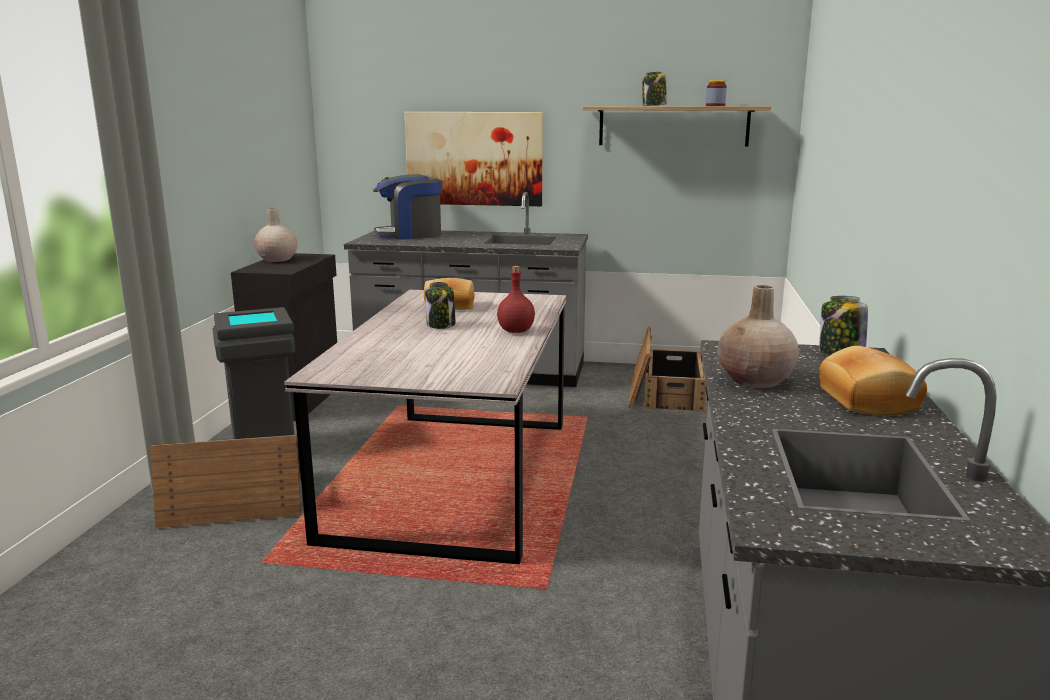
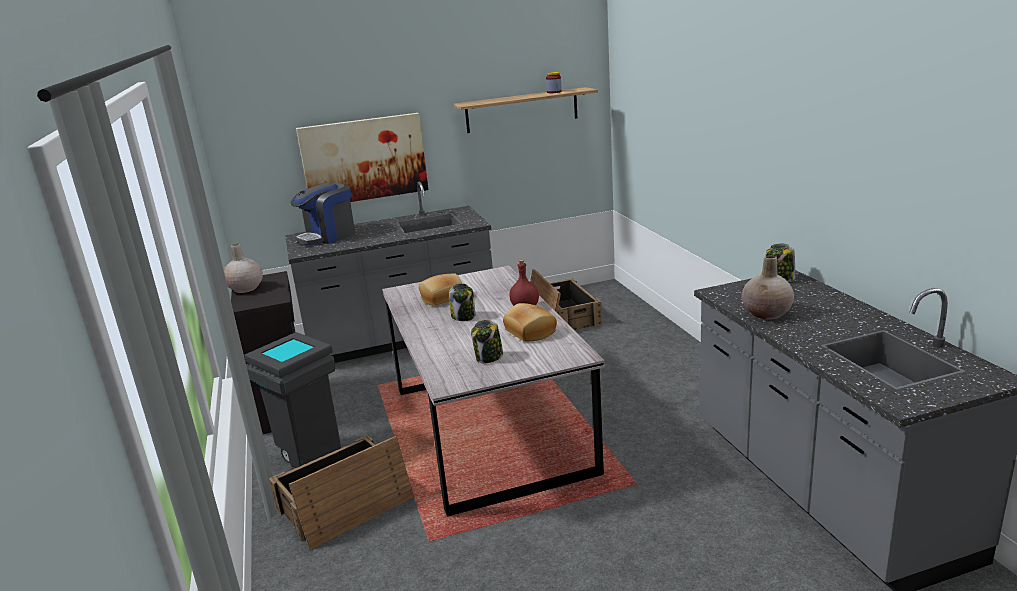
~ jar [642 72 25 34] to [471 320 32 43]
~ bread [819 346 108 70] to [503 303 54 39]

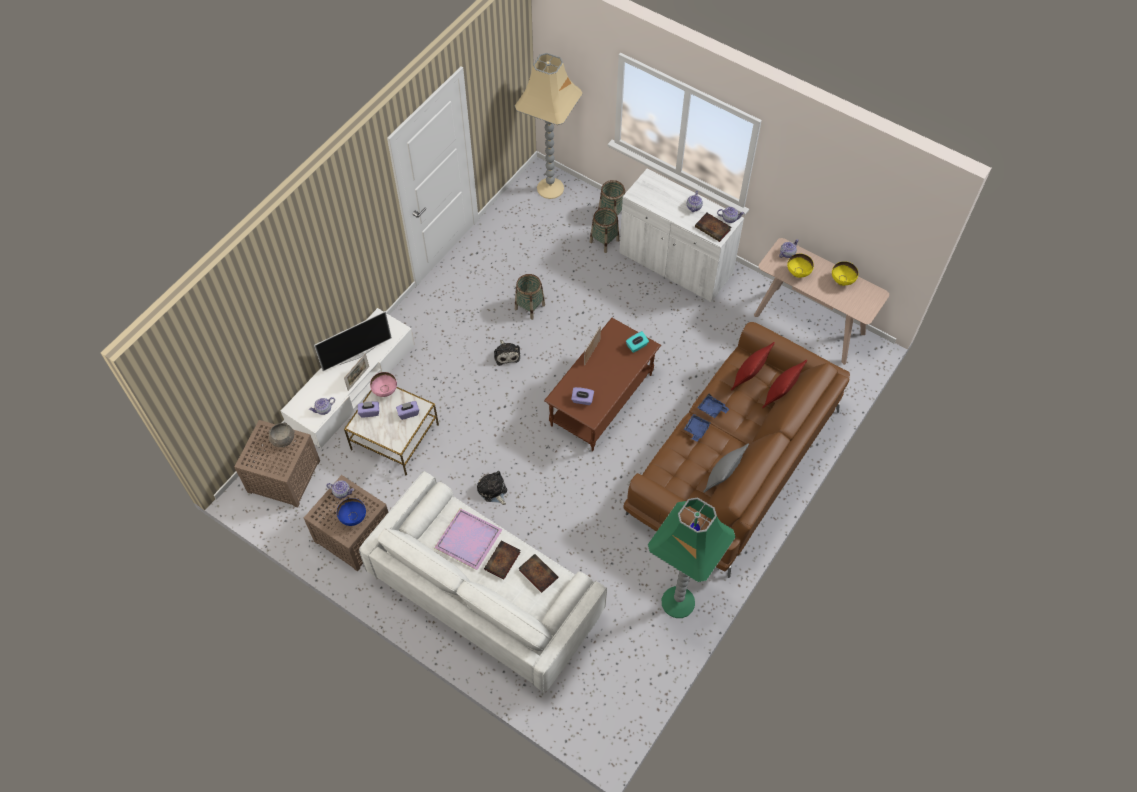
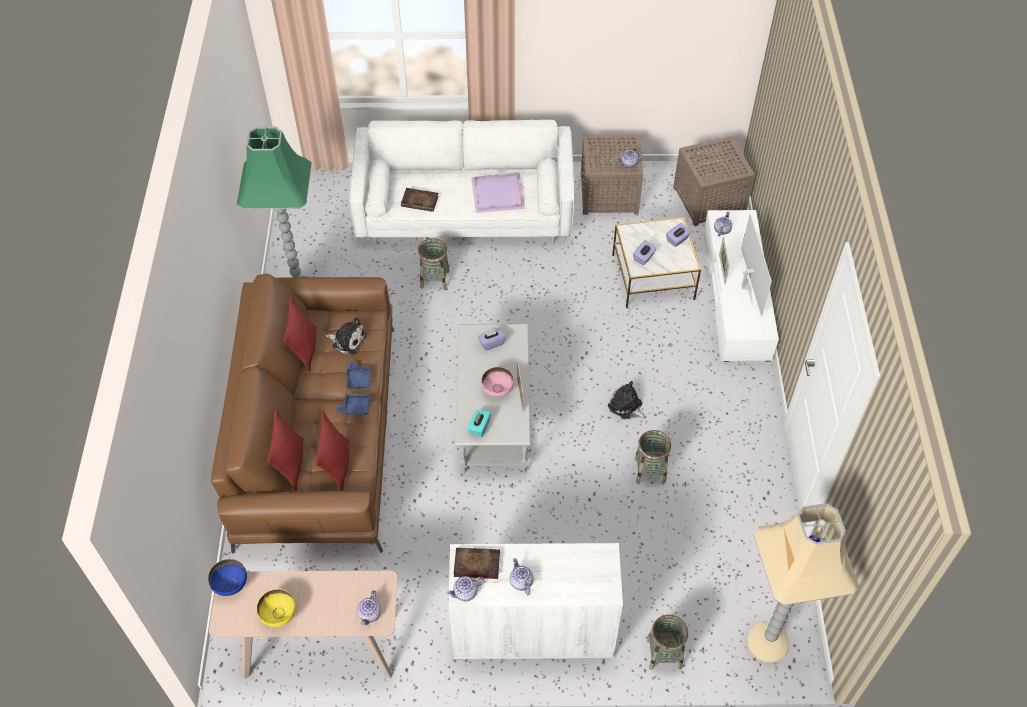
- grey bowl [269 423 26 24]
~ television [314 311 78 60] = [741 213 31 103] 150 degrees clockwise
~ blue bowl [337 498 29 28] to [208 559 39 37]
~ pink bowl [370 372 27 25] to [481 367 33 30]
~ plush toy [477 471 30 34] to [325 317 41 38]
- book [484 540 36 40]
~ brown coffee table [544 318 117 133] to grey coffee table [455 324 76 150]
~ basket [590 208 29 45] to [418 238 32 52]
~ grey pillow [703 443 46 50] to red pillow [283 296 34 76]
- yellow bowl [787 254 27 24]

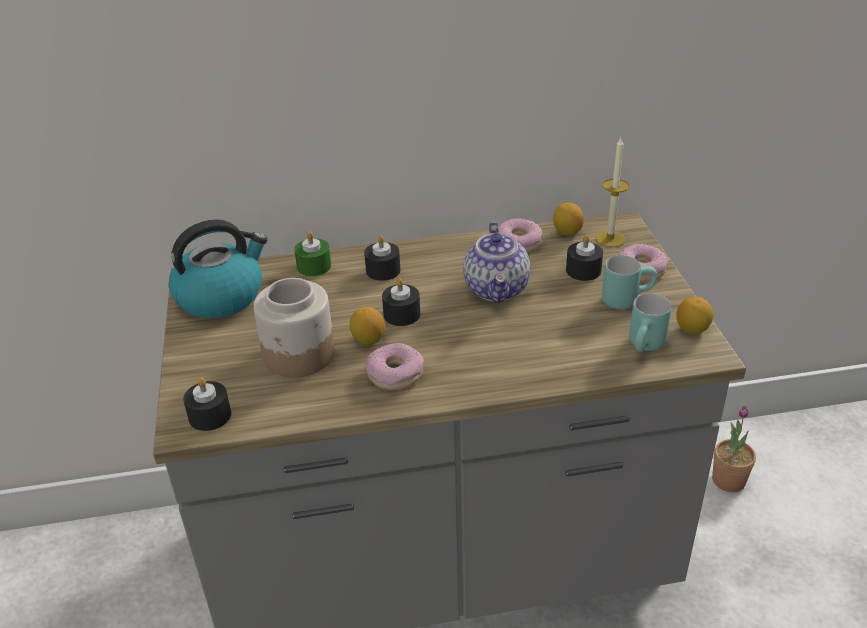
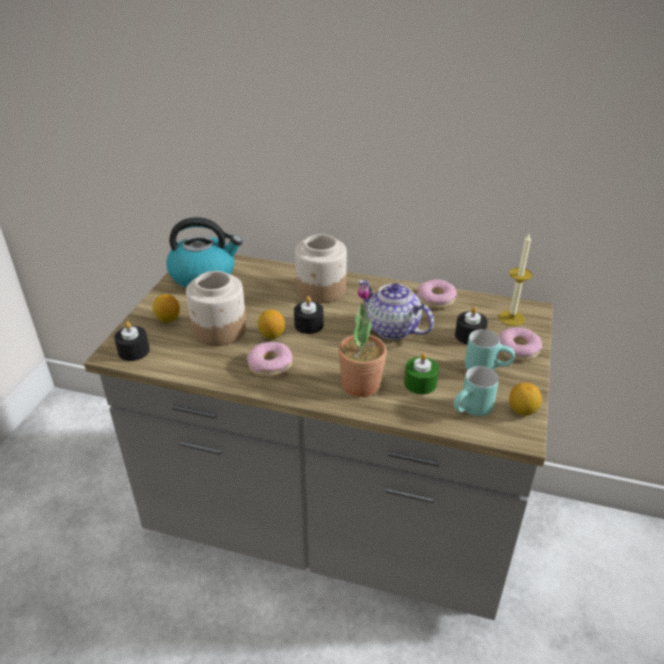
~ green candle [294 231 37 45] to [404 353 35 42]
~ black candle [364 235 36 46] to jar [295 234 52 69]
~ teapot [463 222 67 81] = [358 280 76 60] 105 degrees clockwise
~ lemon [553 203 31 33] to [153 294 27 29]
~ potted plant [712 406 44 86] to [338 284 49 113]

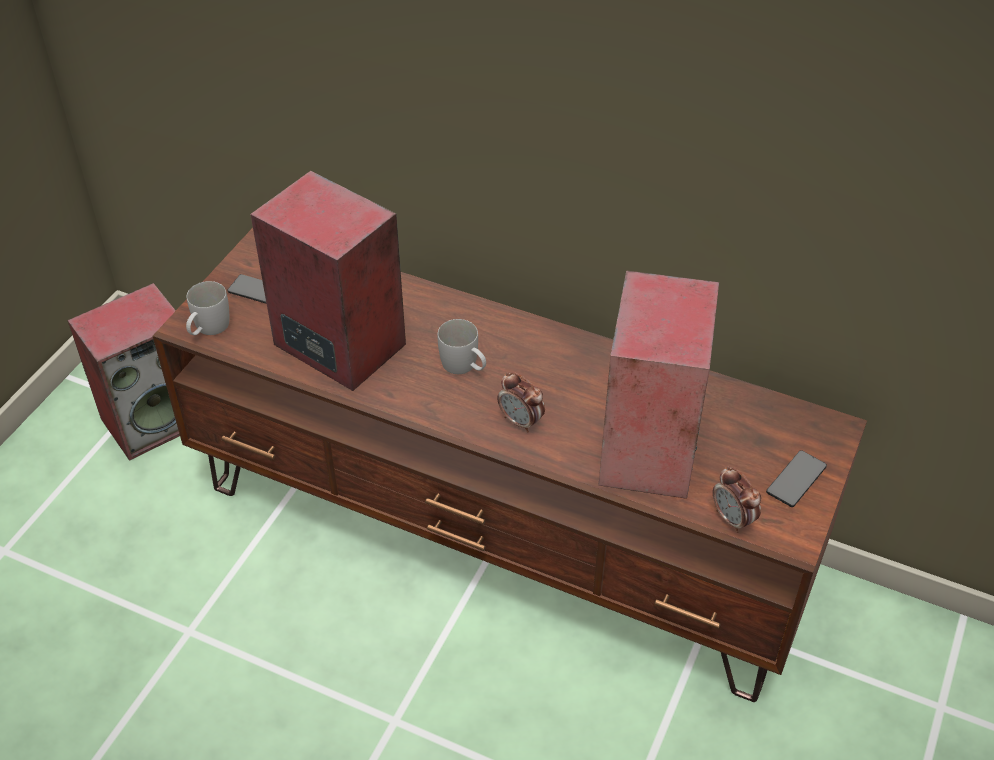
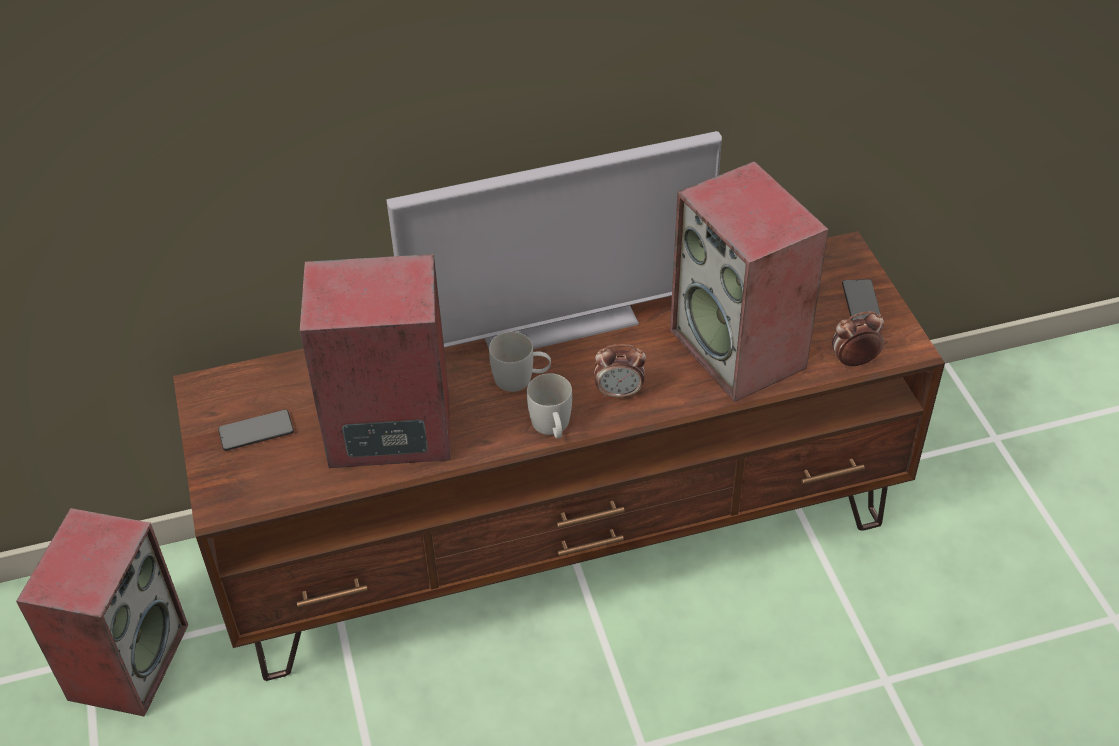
~ white mug [186 281 43 54] to [527 373 45 66]
~ alarm clock [713 466 48 67] = [832 311 52 57] 150 degrees clockwise
+ television [386 131 336 218]

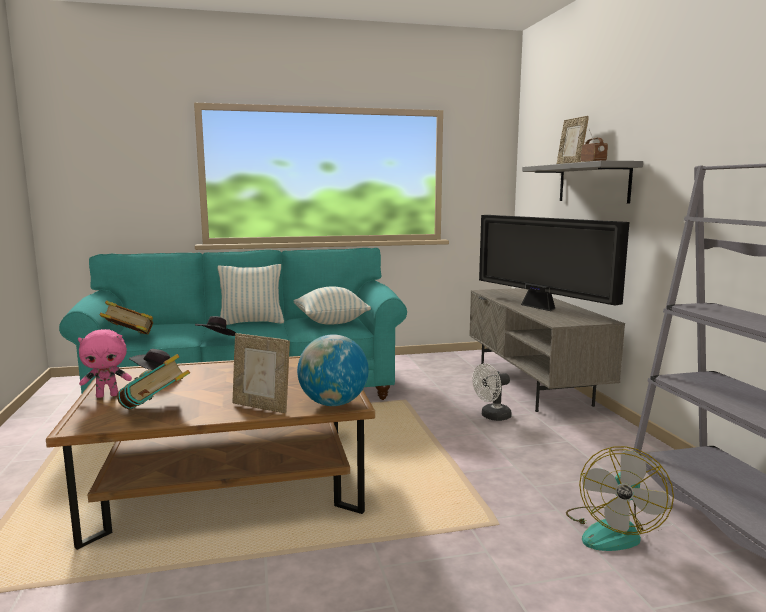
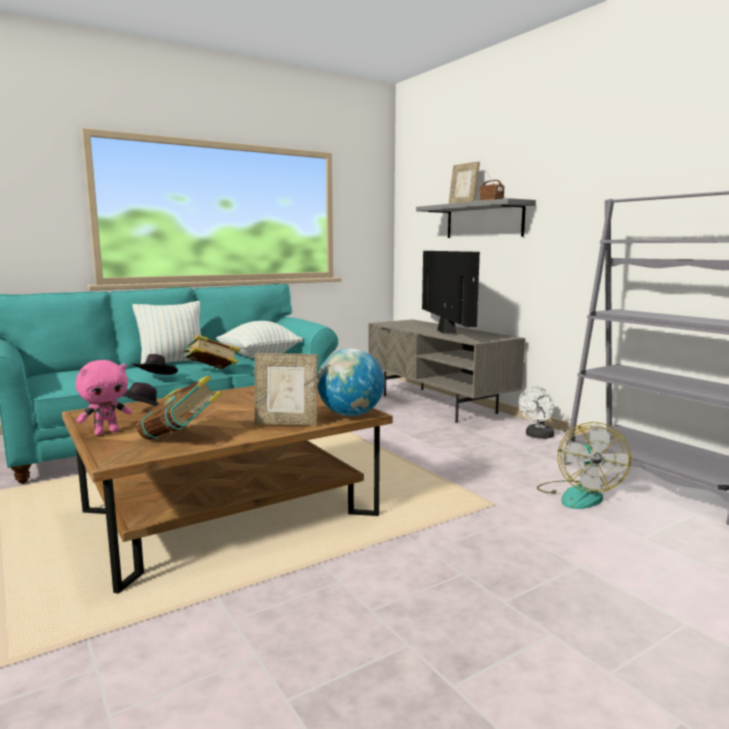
~ book [100 300 53 35] to [181 335 59 34]
~ white fan [472 363 40 58] to [519 386 35 53]
~ television [479 215 150 96] = [422 251 58 84] 135 degrees counterclockwise

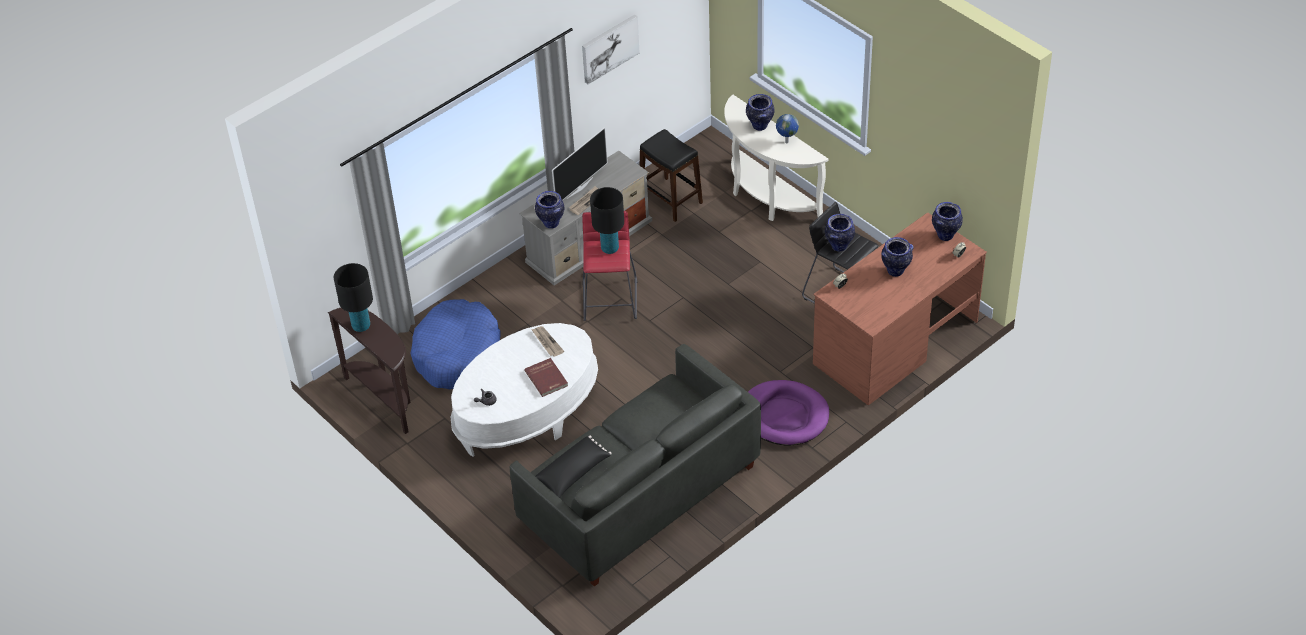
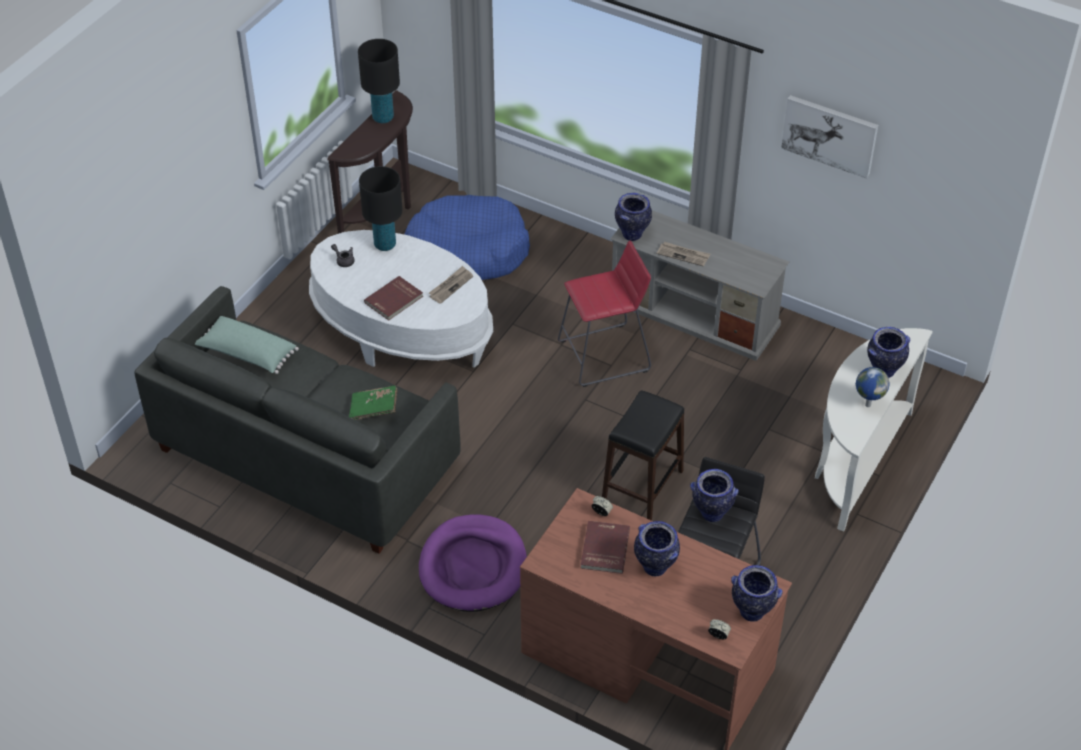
~ black pillow [535 436 77 62] to green pillow [195 316 104 58]
- television [552 127 56 73]
~ black table lamp [590 187 34 67] to [359 166 43 85]
~ black stool [640 129 63 93] to [602 390 82 130]
+ green book [349 385 48 35]
+ red book [580 521 50 53]

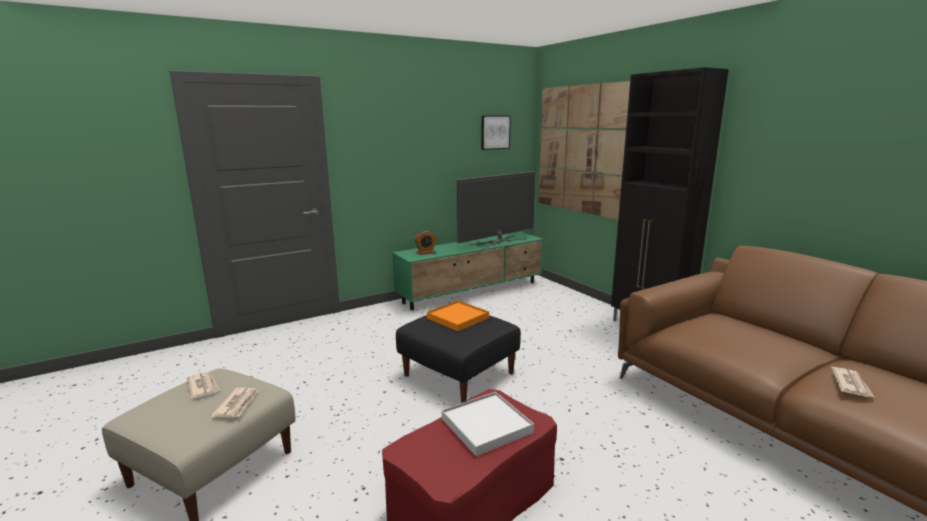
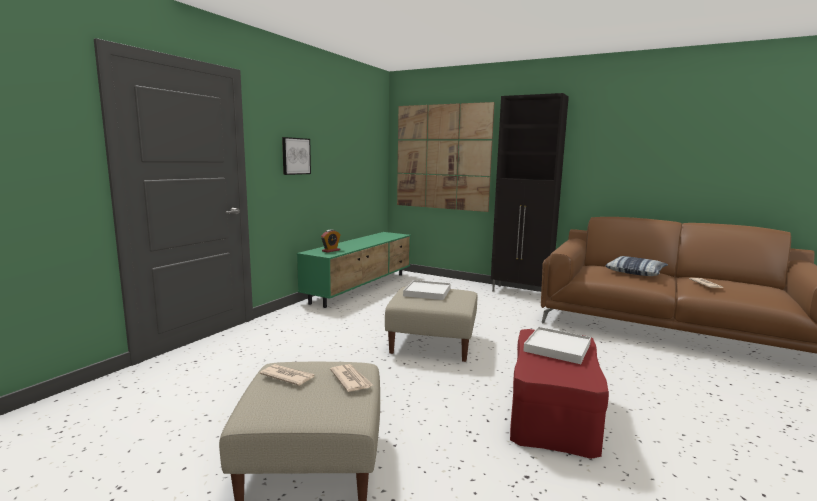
~ black ottoman [396 315 125 88] to beige ottoman [385 286 92 76]
~ orange tray [427 301 62 30] to white tray [403 280 48 20]
- television [457 171 79 78]
~ picture [481 116 30 34] to [282 137 29 38]
+ pillow [605 256 63 20]

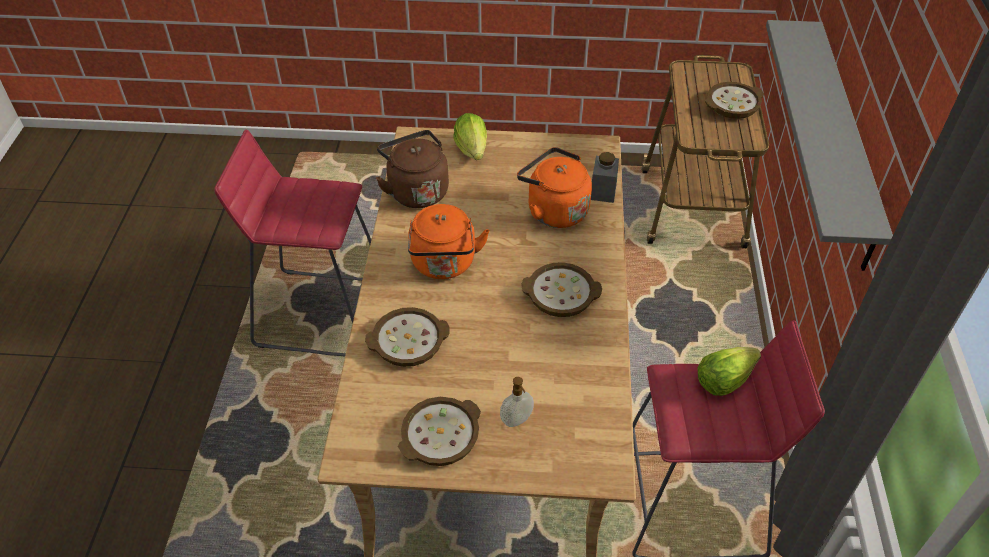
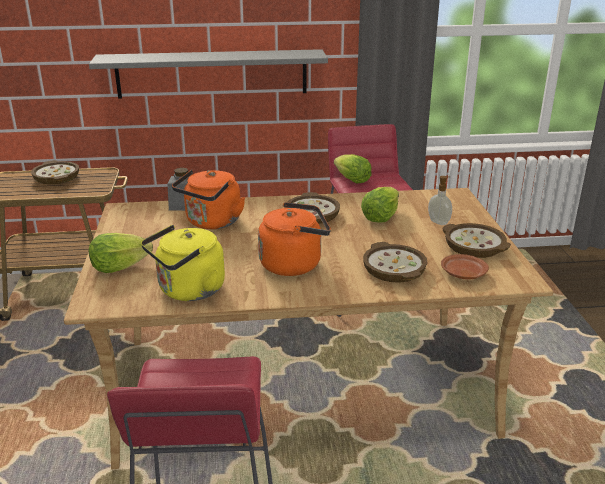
~ brown kettle [376 130 73 78] to yellow kettle [141 225 84 76]
+ lettuce [361 187 38 36]
+ brown plate [441 254 48 26]

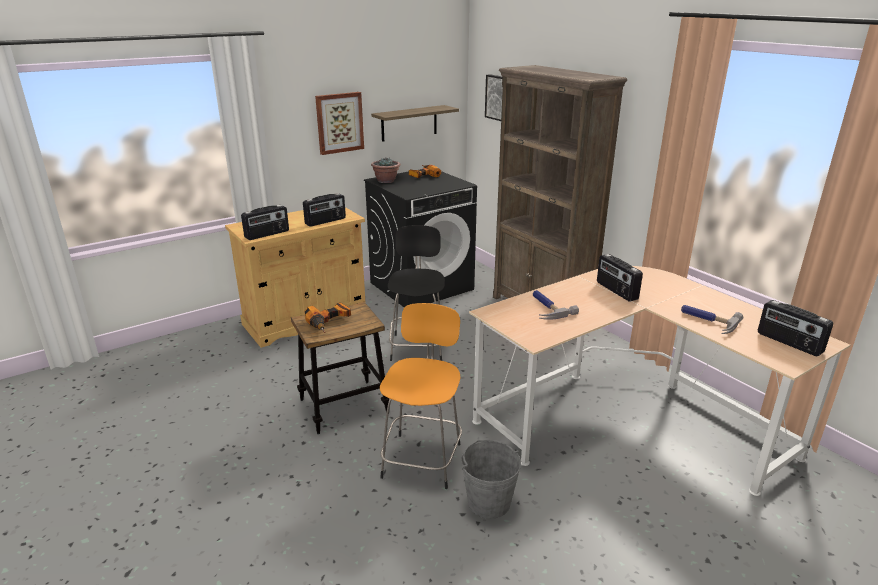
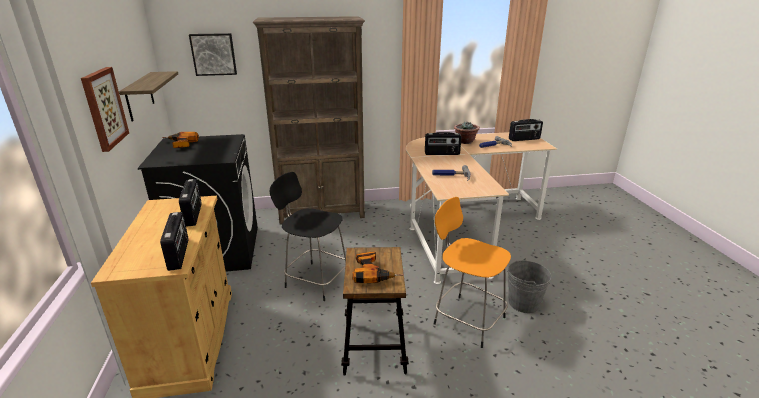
~ potted plant [371 157 29 26] to [454 121 26 23]

